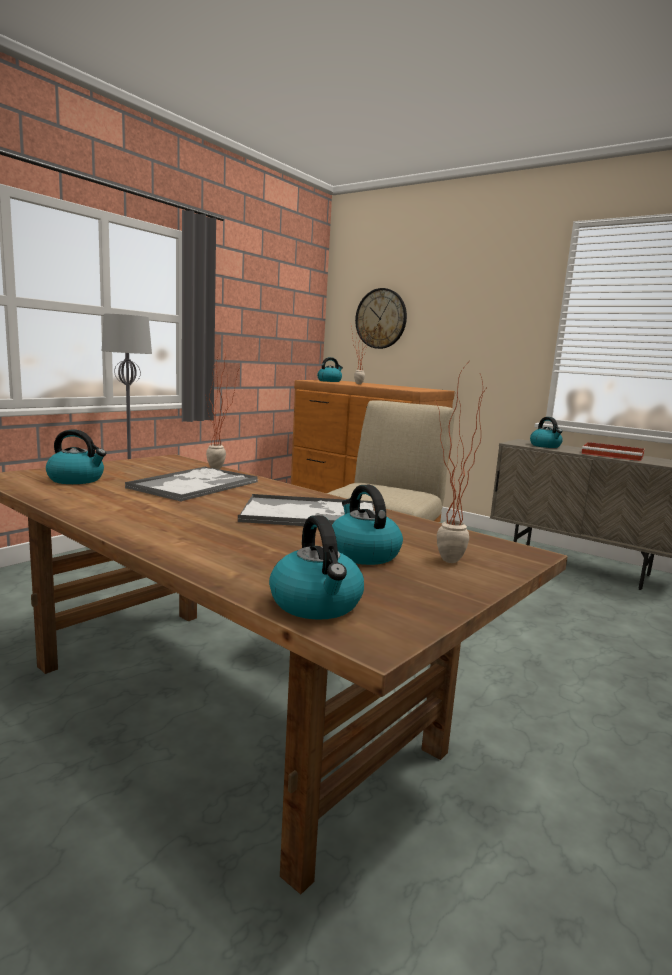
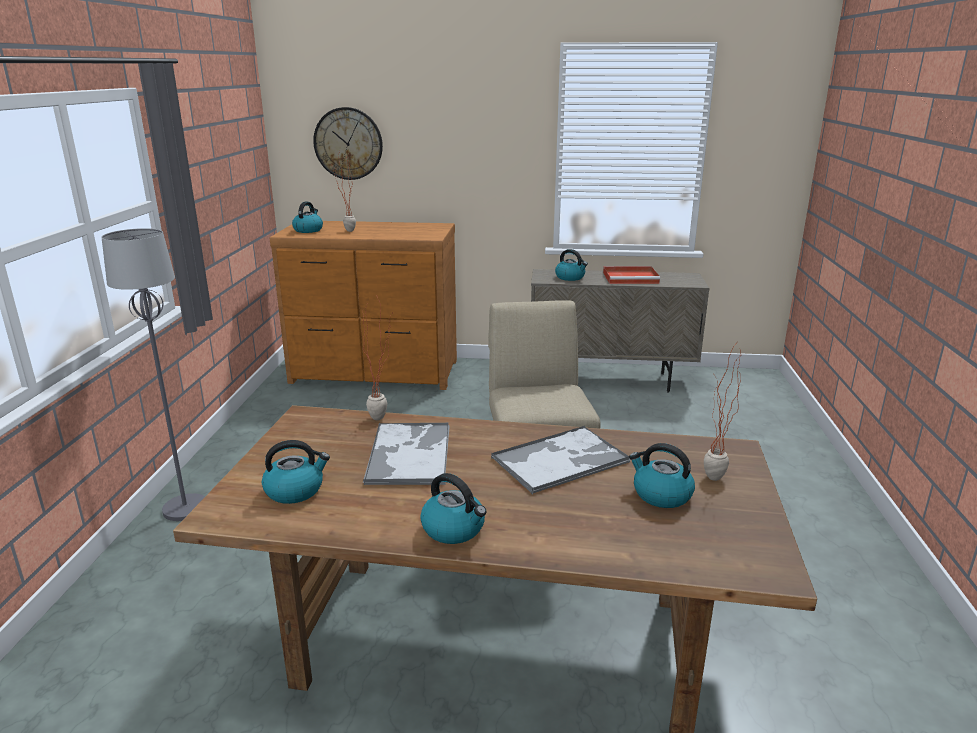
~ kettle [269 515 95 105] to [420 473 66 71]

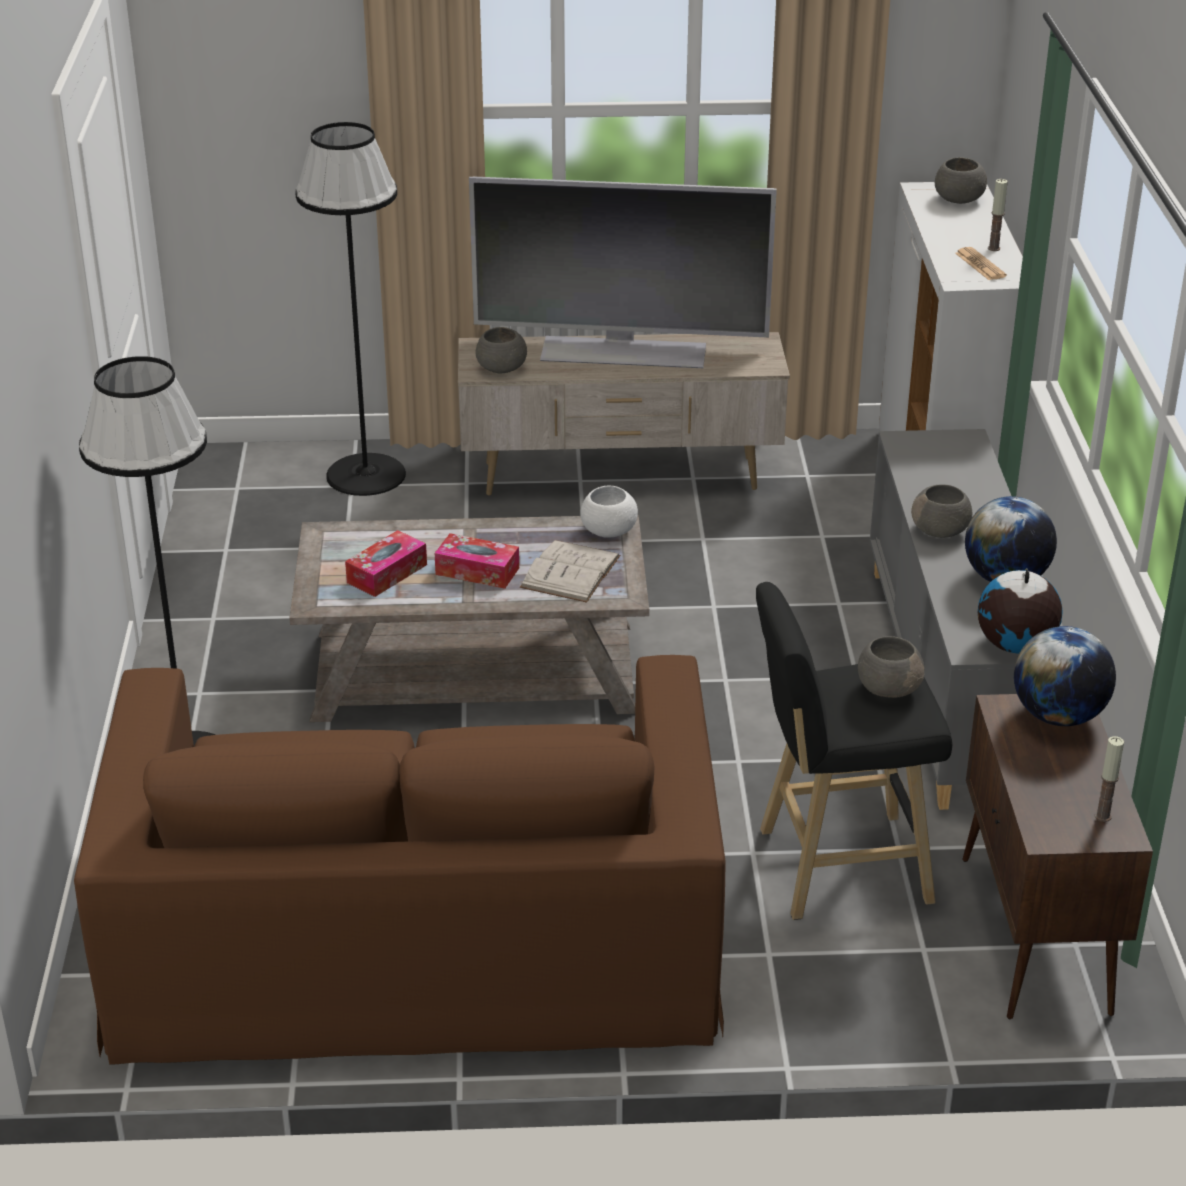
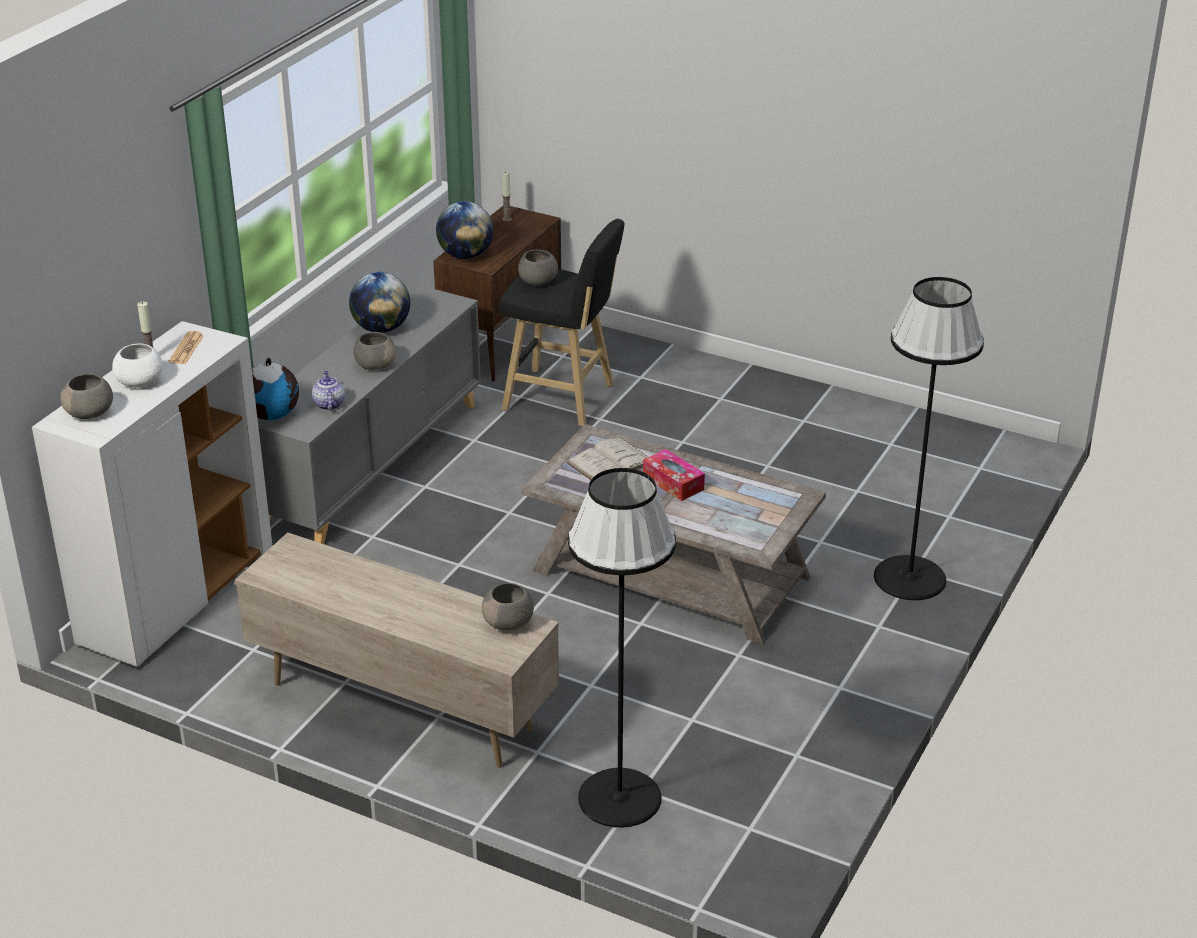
- brown sofa [74 655 652 410]
- tissue box [345 530 82 67]
- television [469 176 308 192]
~ white bowl [580 486 58 52] to [112 343 51 45]
~ globe [978 568 85 85] to [252 358 47 62]
+ teapot [312 371 33 39]

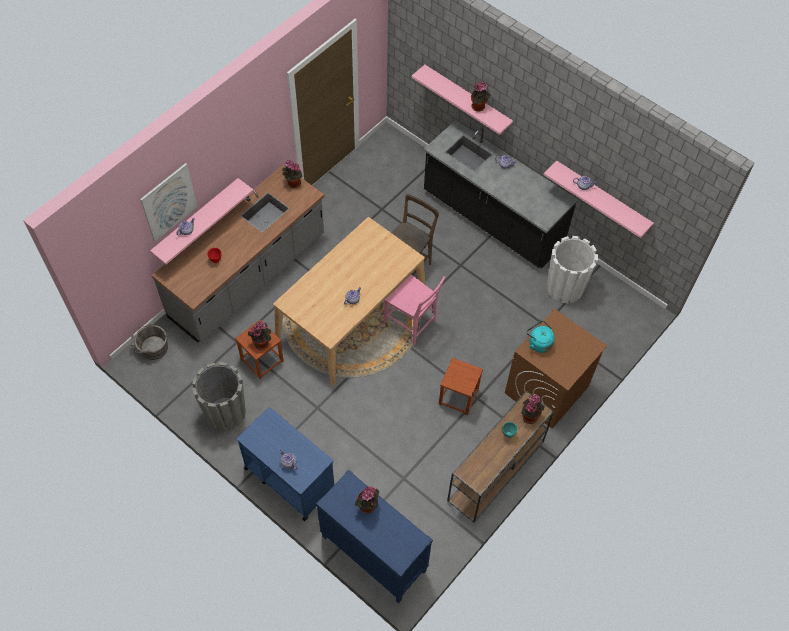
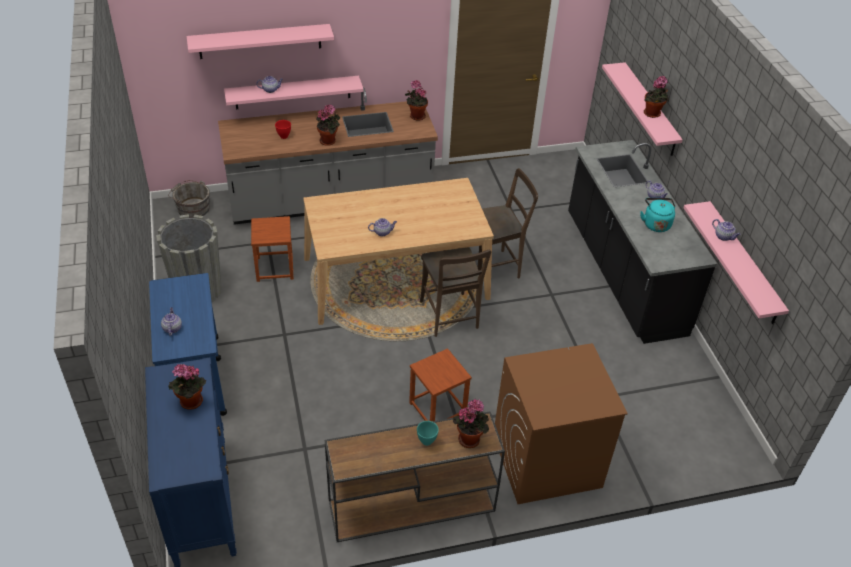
~ picture [140 163 58 78] to pink shelf [187 24 147 35]
~ potted plant [248 321 23 29] to [316 104 24 42]
~ pink chair [383 274 62 71] to brown chair [420 247 71 90]
~ turquoise kettle [526 320 29 33] to [640 198 35 34]
- white planter [547 236 51 68]

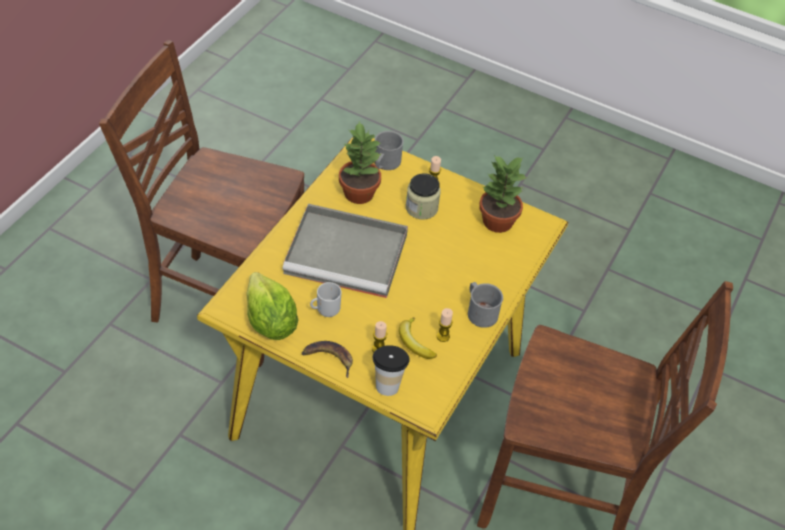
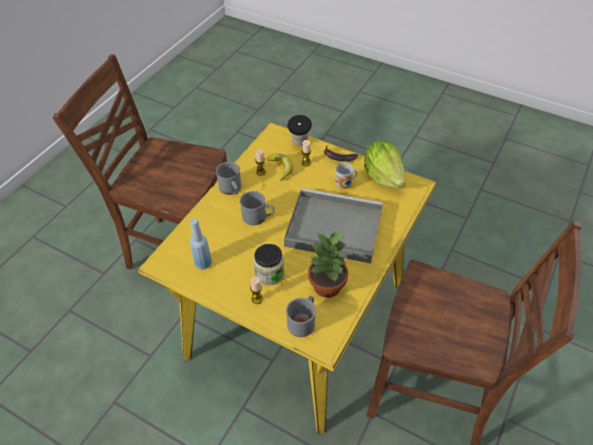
~ potted plant [479 155 49 78] to blue bottle [190 218 22 51]
+ grey mug [240 191 34 34]

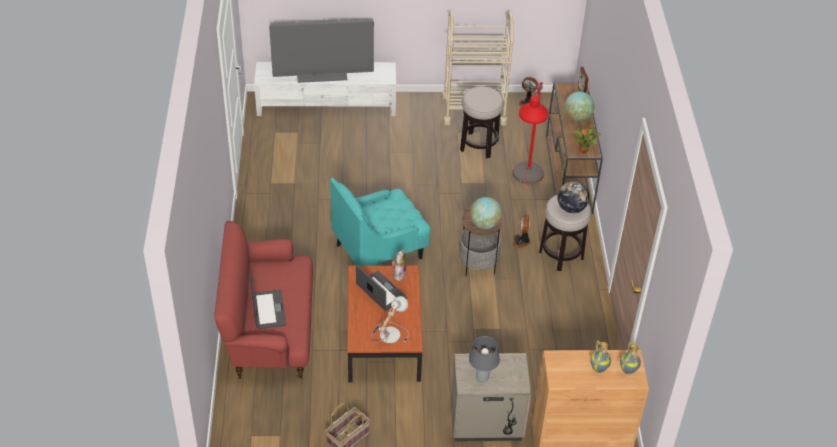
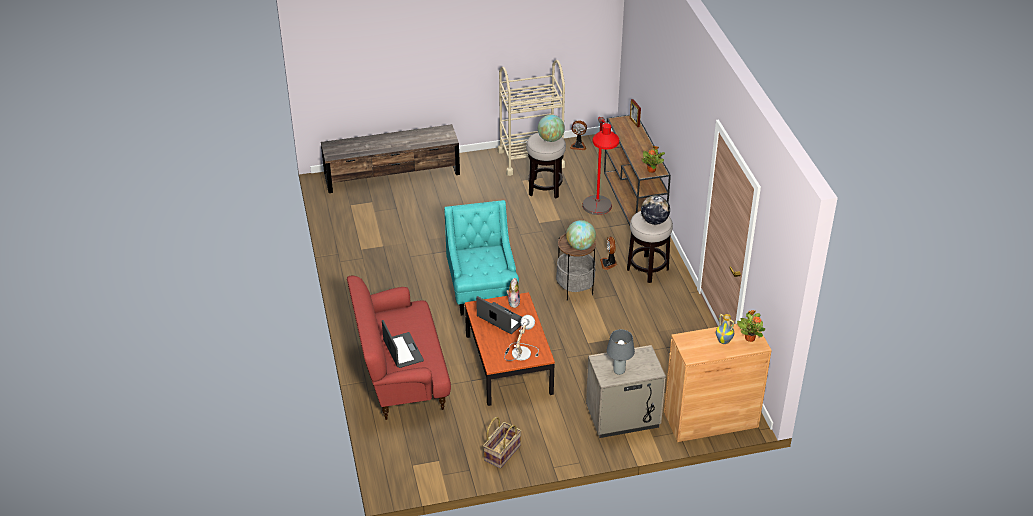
~ white tv stand [254 62 142 54] to brown tv stand [321 124 139 69]
- television [269 19 105 64]
~ turquoise armchair [330 178 101 88] = [444 200 75 115] 120 degrees clockwise
~ globe [564 92 31 30] to [538 115 27 27]
~ vase [620 341 21 34] to potted plant [737 310 28 32]

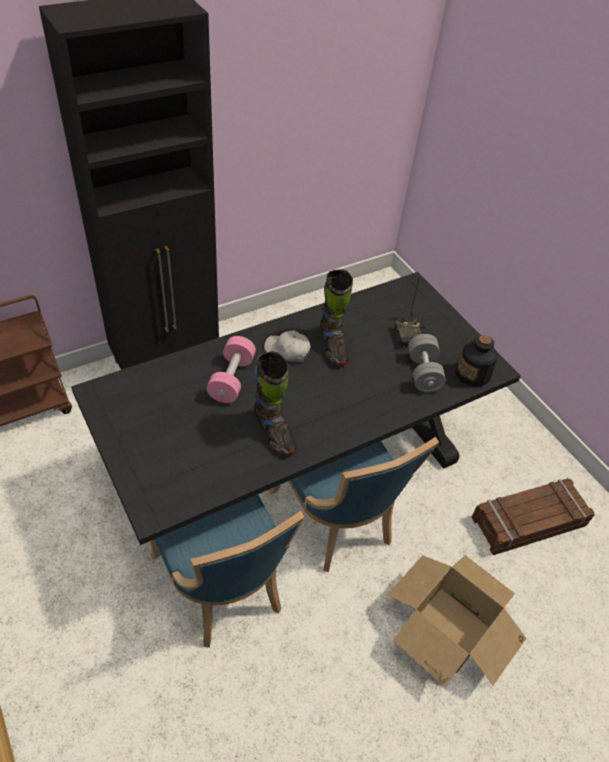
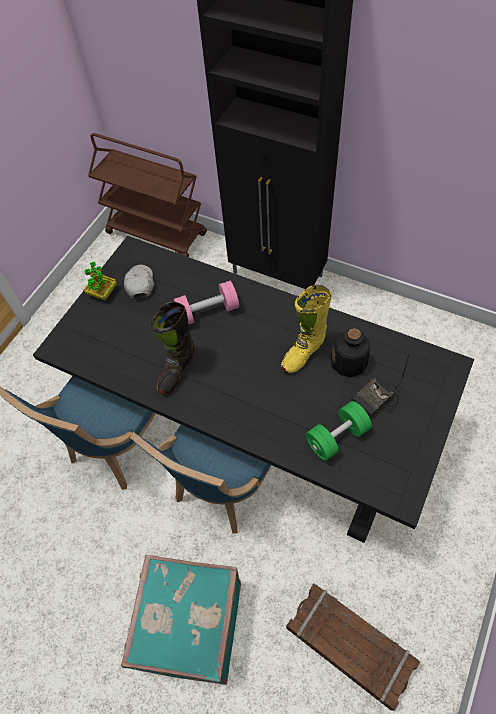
~ white cap [264 330 47 32] to [124 265 30 34]
~ black boot [320 269 33 97] to yellow boot [281 285 50 88]
~ cardboard box [387 555 140 132] to turquoise suitcase [121 555 120 130]
~ grey dumbbell [408 334 38 58] to green dumbbell [306 401 66 60]
~ bottle [455 335 42 52] to [331 327 39 50]
+ potted plant [84 261 33 39]

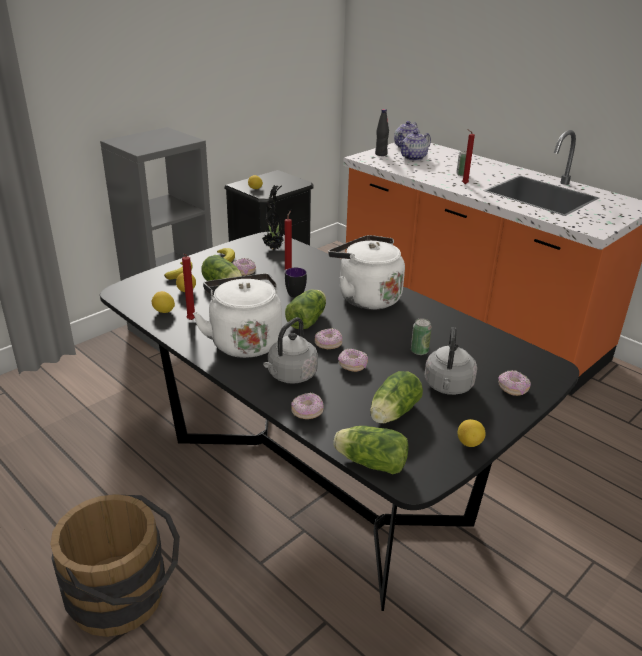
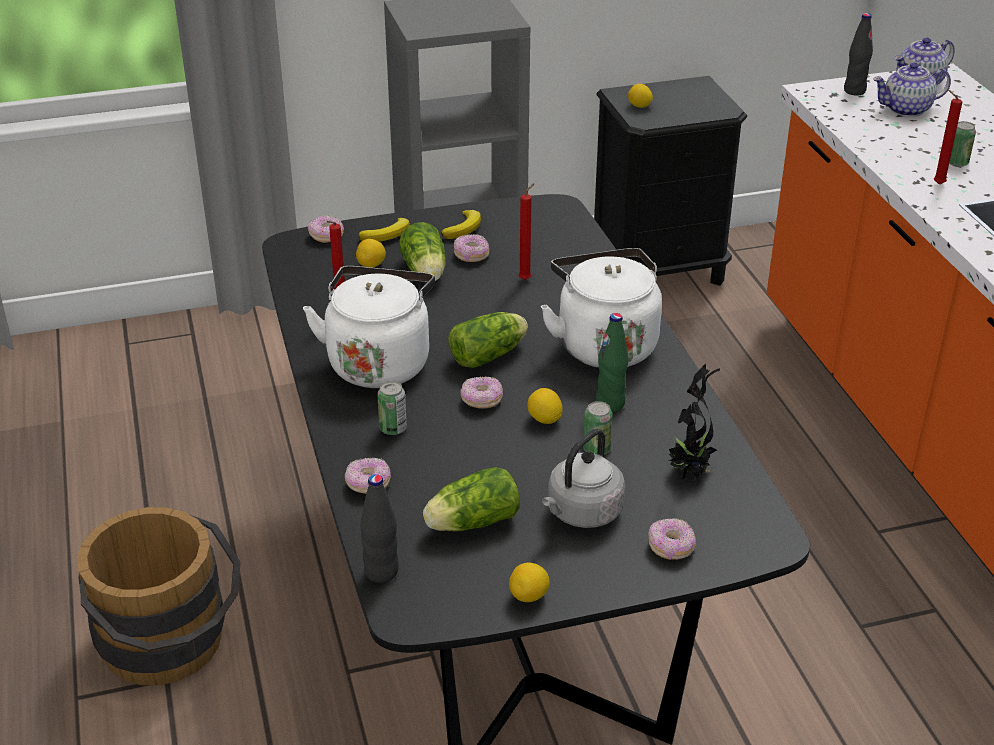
~ lemon [152 291 23 22] to [527 388 36 36]
~ potted plant [262 185 22 65] to [669 364 51 117]
~ grey kettle [263 317 55 67] to can [377 381 30 54]
- mug [284 268 23 30]
~ lettuce [333 426 76 48] to black bottle [360 474 39 109]
~ donut [338 348 30 24] to [308 215 36 28]
+ green bottle [596 313 32 99]

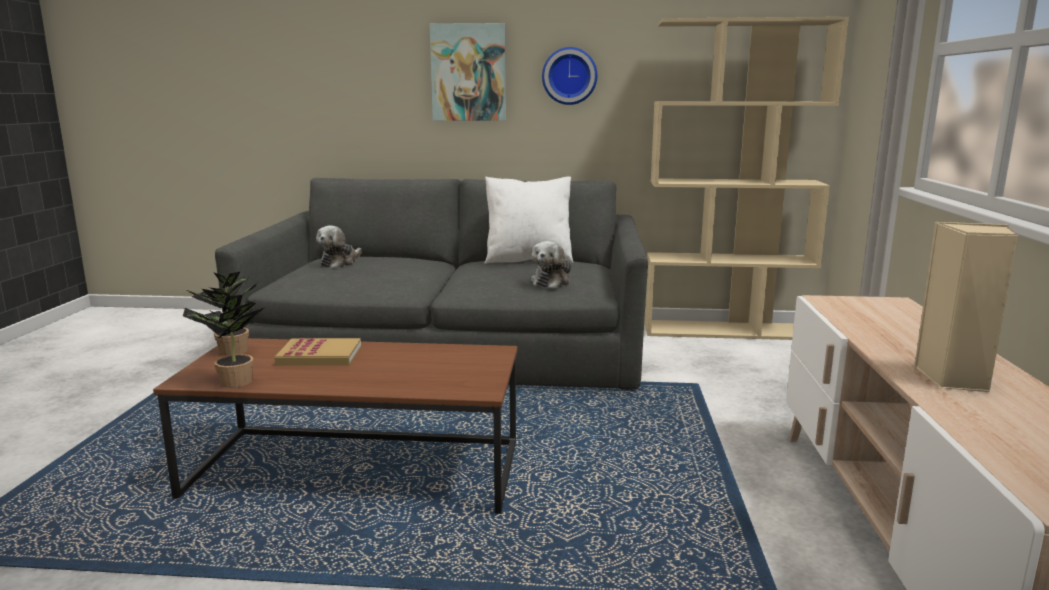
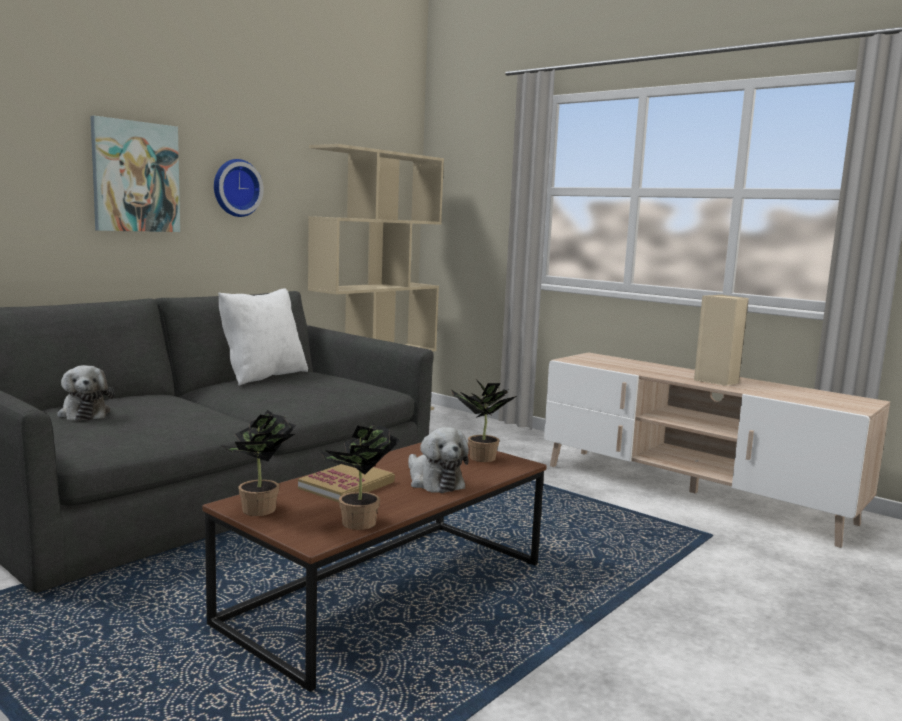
~ plush toy [531 241 41 47] to [408 427 61 66]
+ potted plant [451 381 66 81]

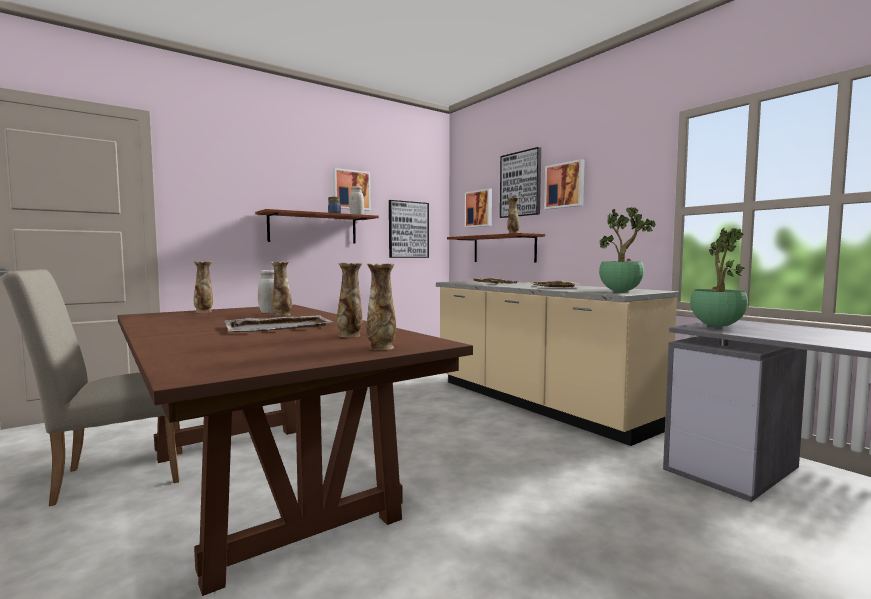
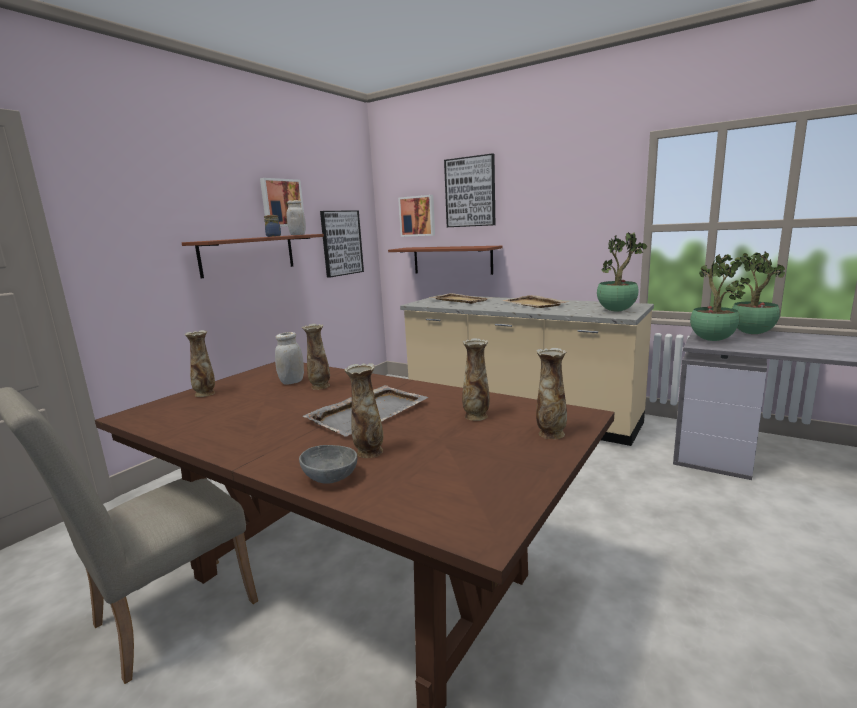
~ vase [507 197 13 37] to [344 363 39 95]
- picture [544 159 41 50]
+ grey bowl [299 445 58 39]
+ potted plant [731 252 55 82]

